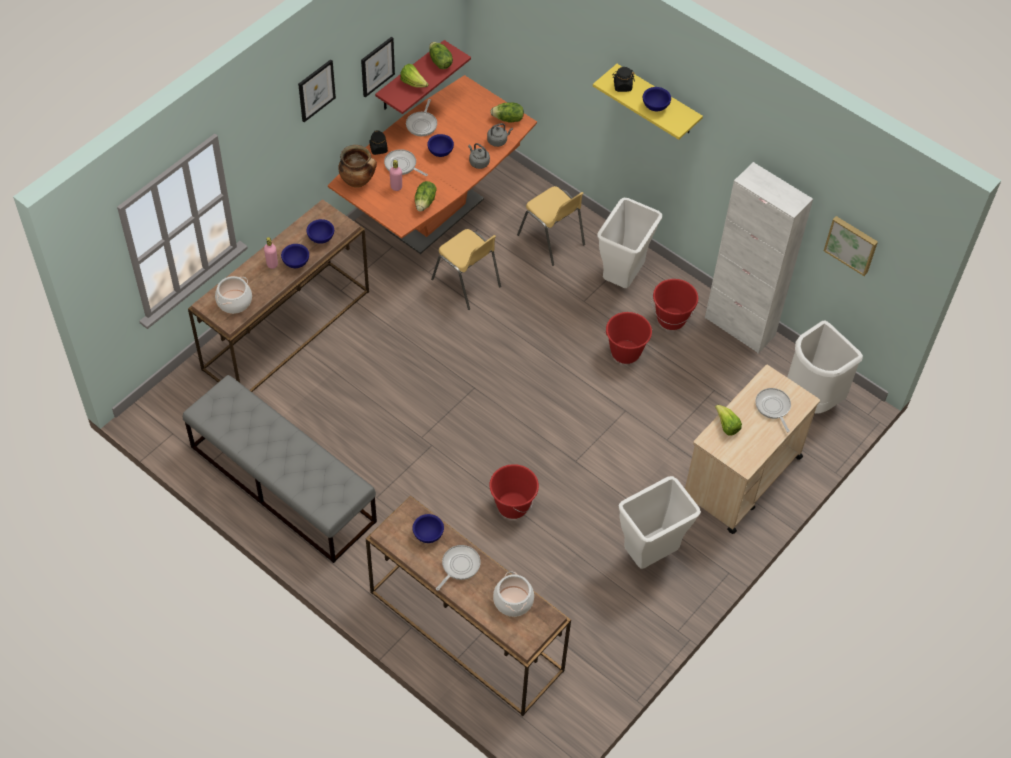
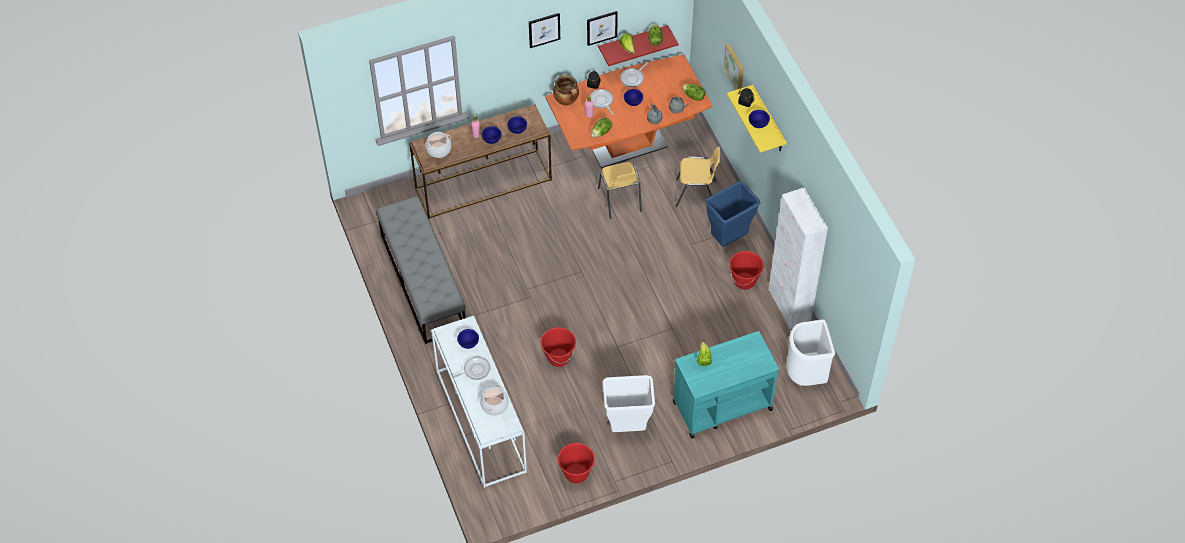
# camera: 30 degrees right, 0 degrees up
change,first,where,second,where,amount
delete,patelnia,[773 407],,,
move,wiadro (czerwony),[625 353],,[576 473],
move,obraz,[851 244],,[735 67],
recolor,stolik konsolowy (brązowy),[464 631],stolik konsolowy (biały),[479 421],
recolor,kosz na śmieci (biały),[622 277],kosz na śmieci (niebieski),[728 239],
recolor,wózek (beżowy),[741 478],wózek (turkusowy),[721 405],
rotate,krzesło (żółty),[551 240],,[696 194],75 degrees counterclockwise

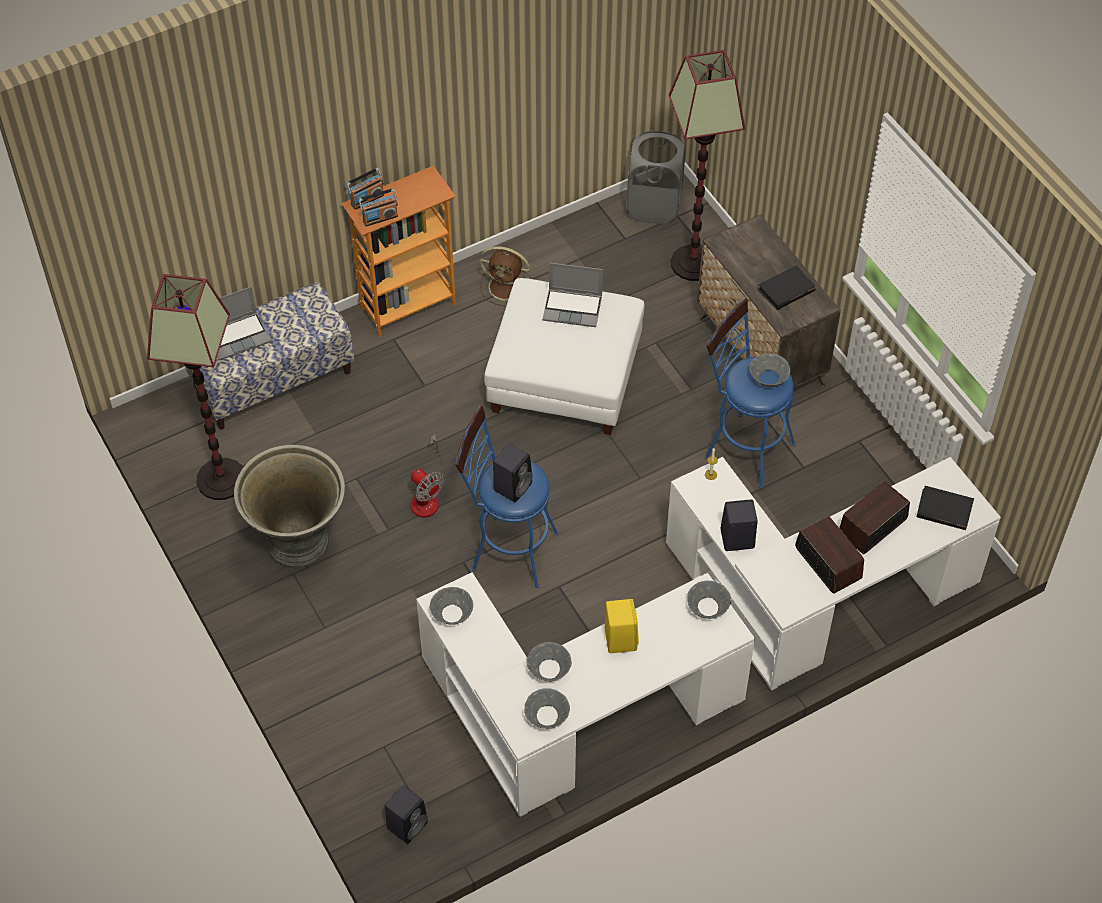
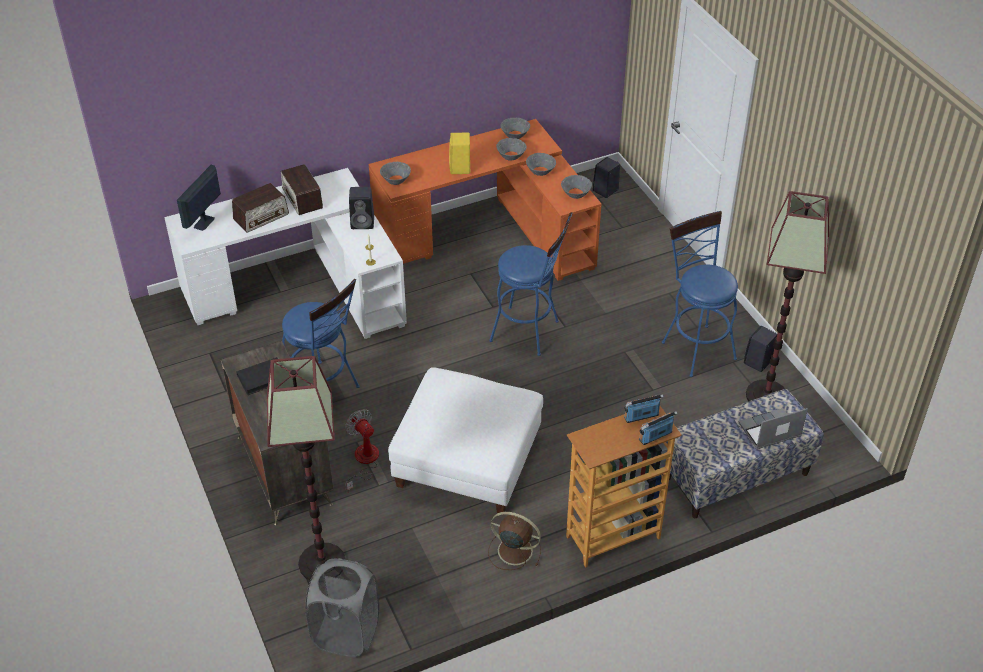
# camera: 175 degrees left, 10 degrees down
change,first,where,second,where,amount
delete,laptop,[573 308],,,
move,wentylator,[426 496],,[363 461],
move,głośnik (czarny),[513 485],,[757 362],
move,miska (szary),[768 378],,[540 171],
replace,donica (szary),[299 543],stołek (niebieski),[695 346],
replace,książka (czarny),[944 510],monitor,[203 223],
recolor,biurko (biały),[575 718],biurko (pomarańczowy),[491 234],

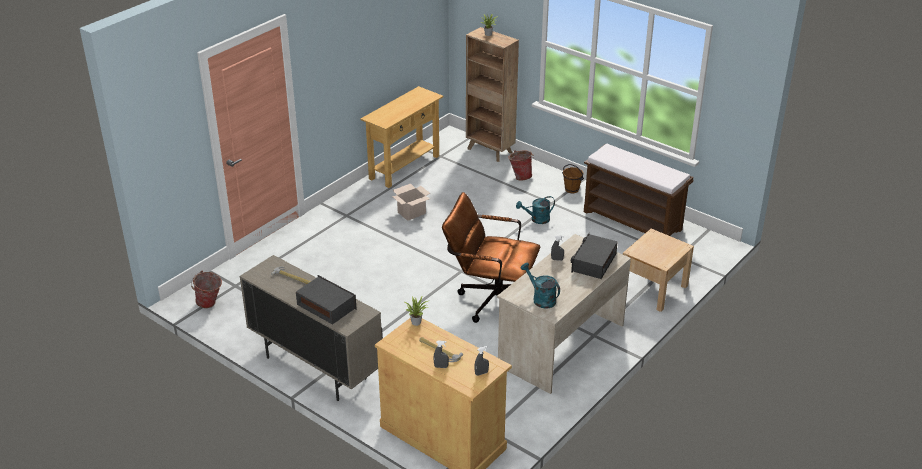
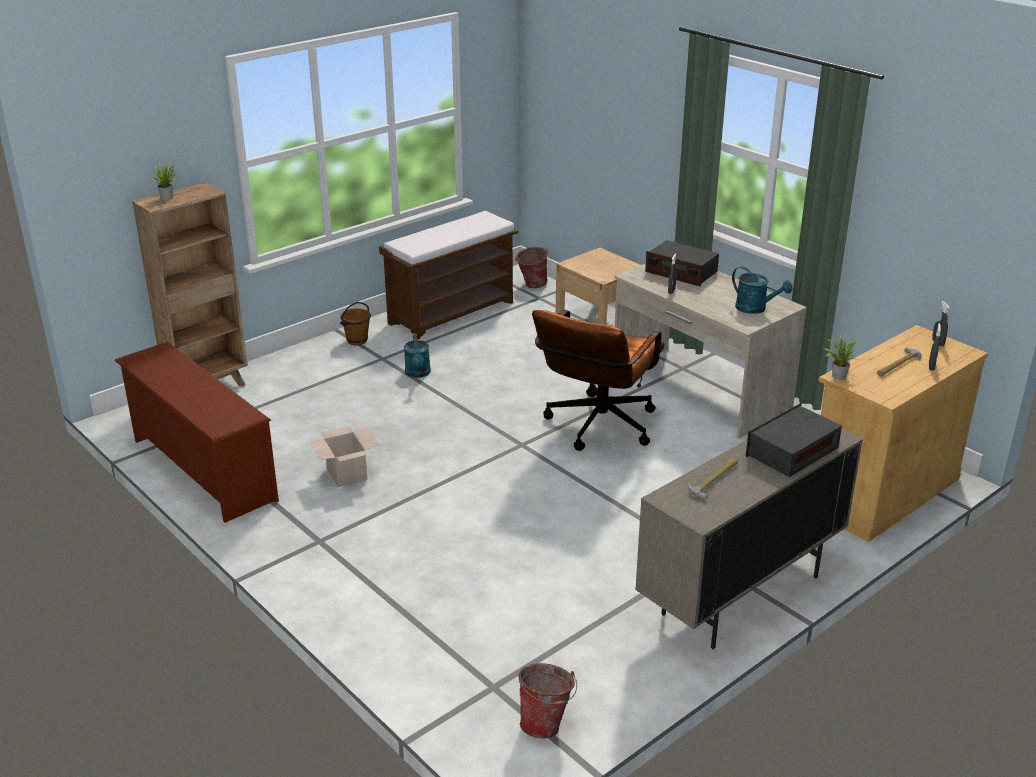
# camera: 80 degrees left, 5 degrees down
change,first,where,second,where,amount
move,wiadro,[520 176],,[531 285],
replace,stolik konsolowy (beżowy),[404 167],regał na buty (brązowy),[201 469],
rotate,konewka (turkusowy),[541 299],,[756 309],105 degrees counterclockwise

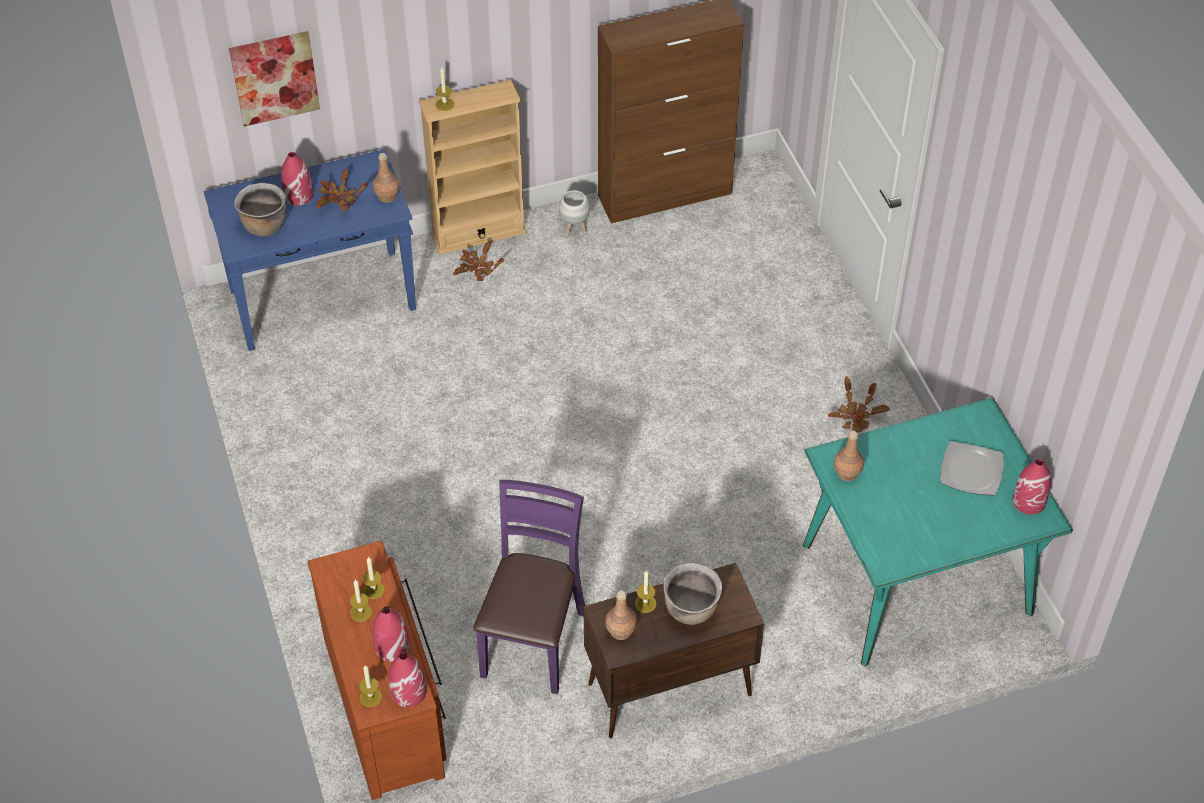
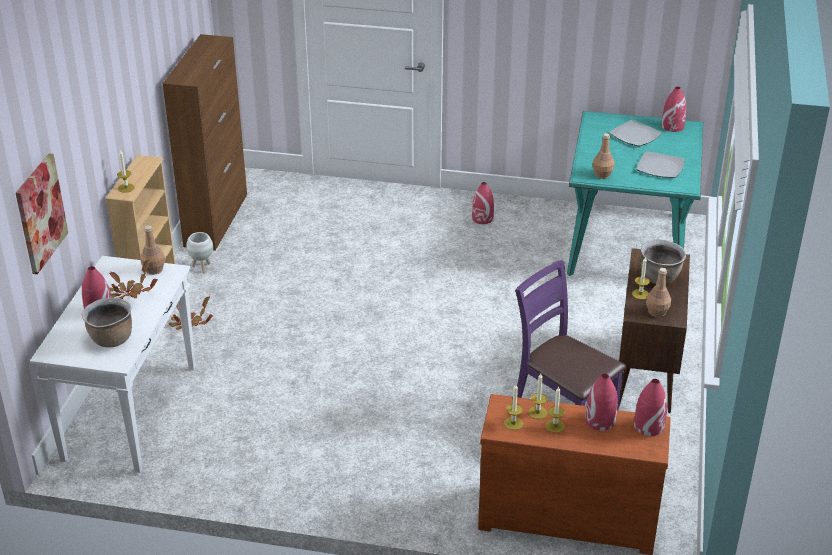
# camera: 60 degrees left, 15 degrees down
change,first,where,second,where,amount
insert,,,talerz,[660 167],
move,świeca,[370 697],,[513 423],
replace,roślina doniczkowa,[855 416],wazon (czerwony),[482 218],
recolor,stolik konsolowy (niebieski),[324 299],stolik konsolowy (biały),[130 411],

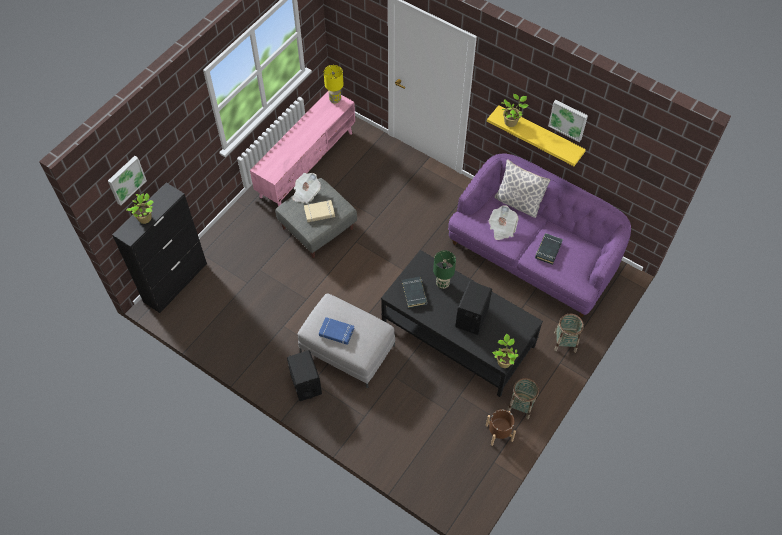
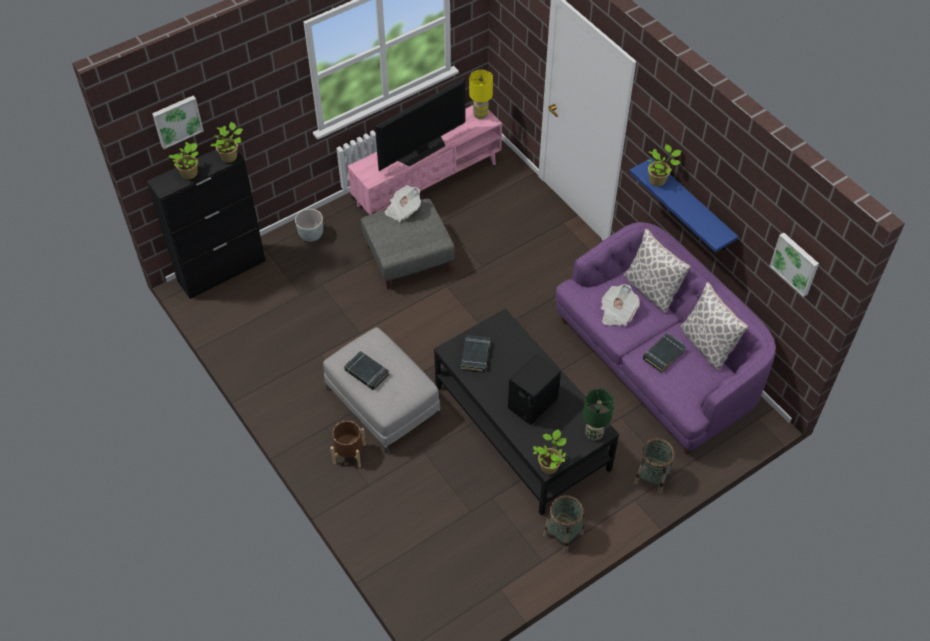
# camera: 20 degrees right, 5 degrees down
change,first,where,second,where,amount
delete,głośnik (czarny),[306 384],,,
delete,książka (beżowy),[319 213],,,
insert,,,roślina doniczkowa,[230 157],
insert,,,donica (szary),[311 235],
insert,,,telewizor,[421 150],
insert,,,poduszka,[707 344],
move,lampa stołowa (zielony),[442 283],,[593 433],
move,donica (brązowy),[499 432],,[349 453],
move,obraz,[568 119],,[795 263],
recolor,książka (niebieski),[336 332],książka (czarny),[366 372],
recolor,półka (żółty),[539 134],półka (niebieski),[691 206],

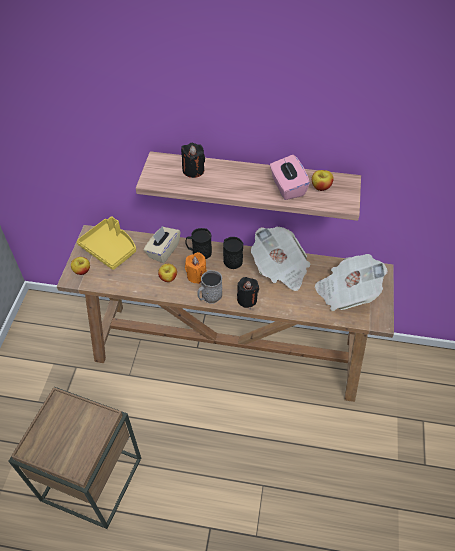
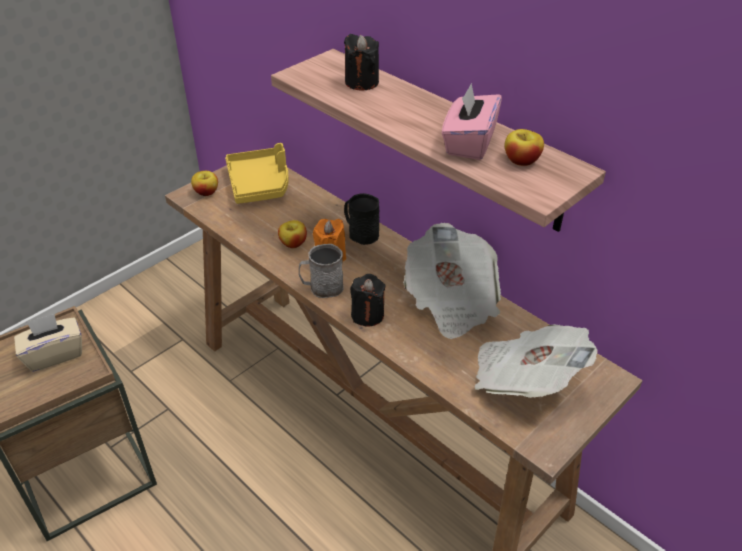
# camera: 35 degrees right, 10 degrees down
change,first,where,second,where,amount
delete,kubek (czarny),[231 259],,,
move,pudełko chusteczek (beżowy),[163 251],,[54 354],

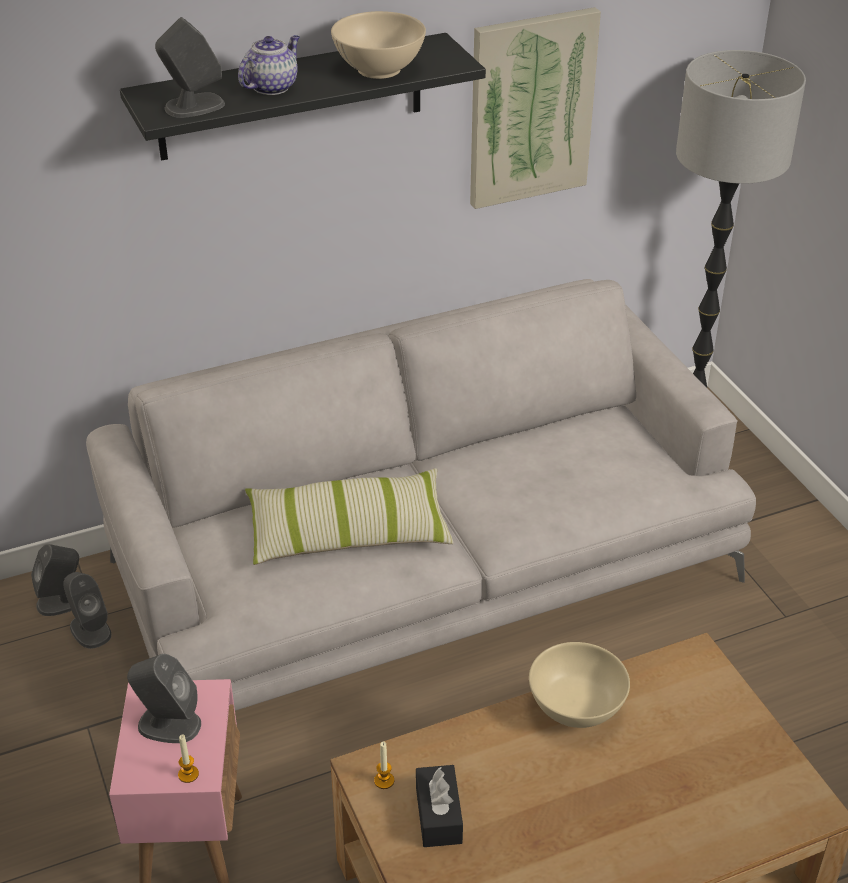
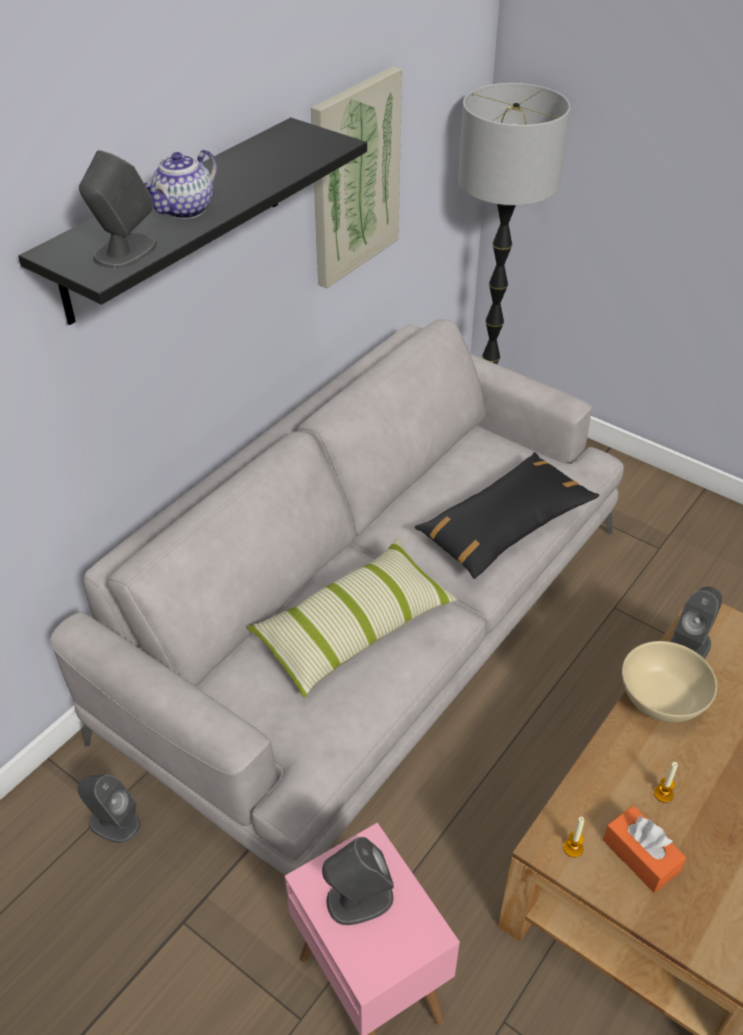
# camera: 30 degrees left, 5 degrees up
change,first,where,second,where,amount
delete,miska (beżowy),[379 69],,,
insert,,,poduszka (czarny),[505 526],
move,głośnik (szary),[62 601],,[689 646],
move,świeca,[188 774],,[663 794],
recolor,pudełko chusteczek (czarny),[438 815],pudełko chusteczek (pomarańczowy),[640 856],
rotate,imbryk,[272 86],,[184 210],150 degrees counterclockwise

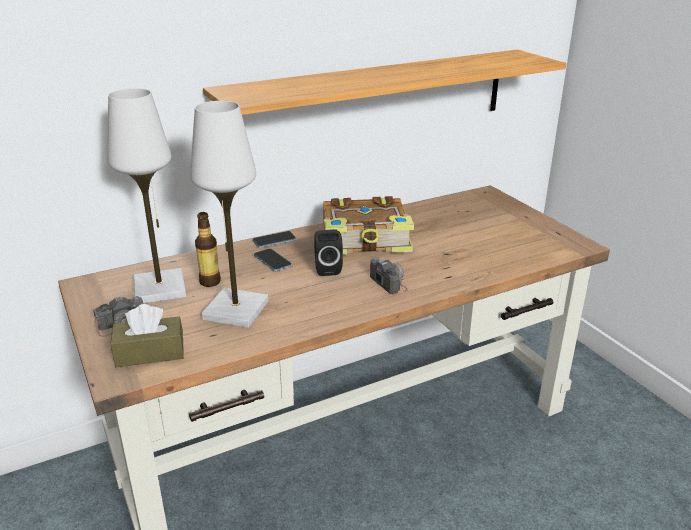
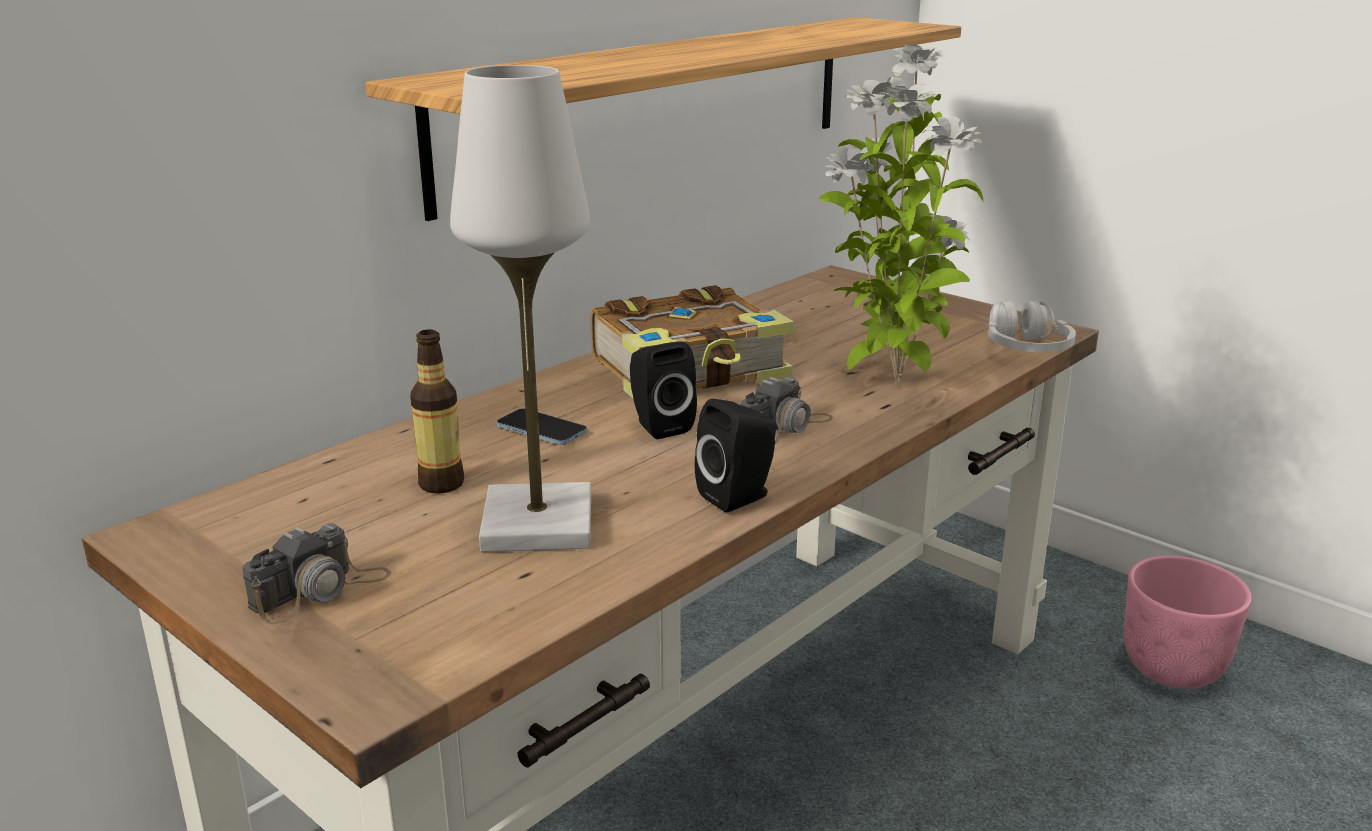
# camera: 20 degrees left, 5 degrees down
change,first,where,second,where,amount
delete,lampa stołowa (biały),[160 288],,,
delete,pudełko chusteczek (brązowy),[150 353],,,
delete,telefon,[274 241],,,
insert,,,głośnik (czarny),[739 496],
insert,,,roślina doniczkowa,[892 386],
insert,,,słuchawki (biały),[1026 349],
insert,,,donica (różowy),[1173 669],
rotate,aparat fotograficzny,[388 280],,[786 427],90 degrees clockwise

